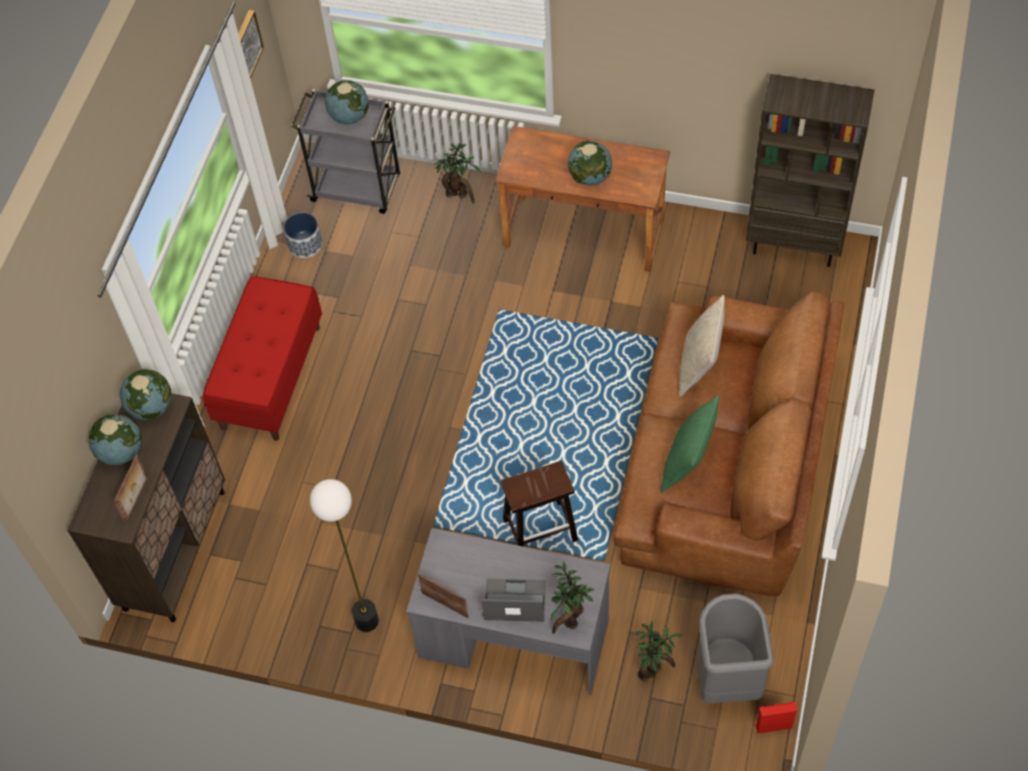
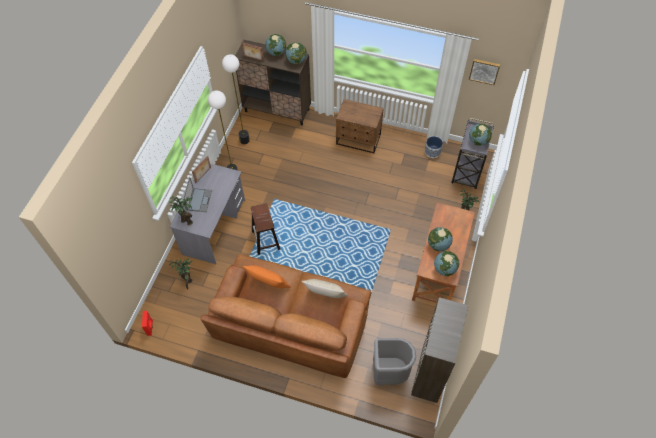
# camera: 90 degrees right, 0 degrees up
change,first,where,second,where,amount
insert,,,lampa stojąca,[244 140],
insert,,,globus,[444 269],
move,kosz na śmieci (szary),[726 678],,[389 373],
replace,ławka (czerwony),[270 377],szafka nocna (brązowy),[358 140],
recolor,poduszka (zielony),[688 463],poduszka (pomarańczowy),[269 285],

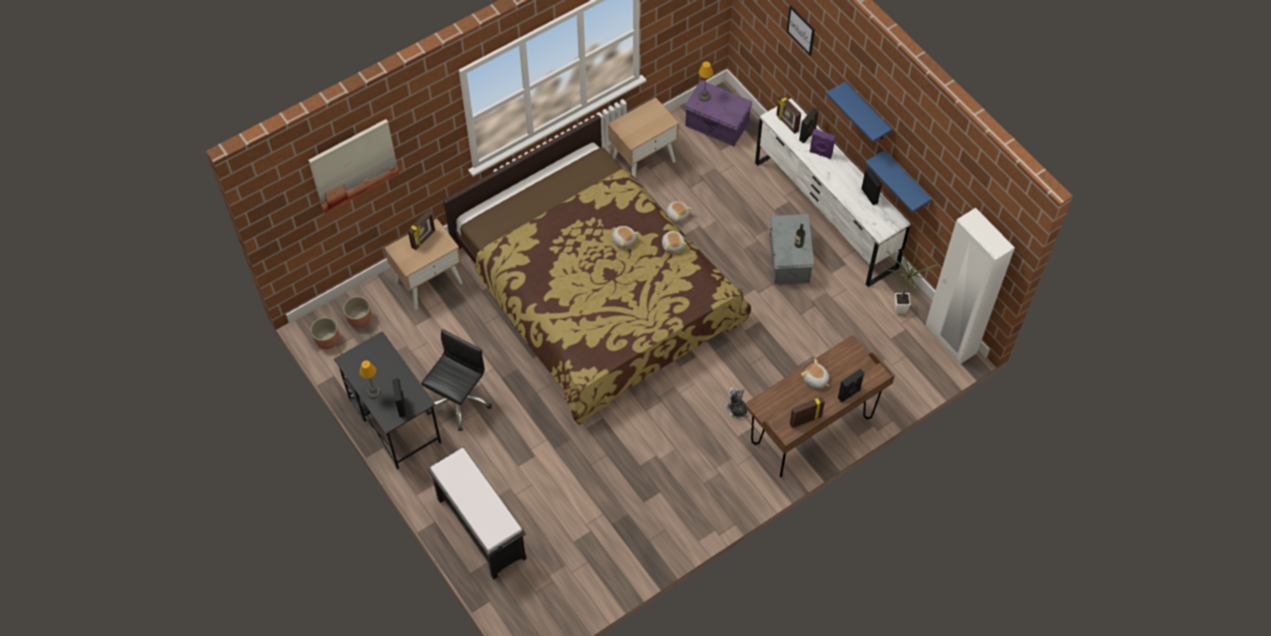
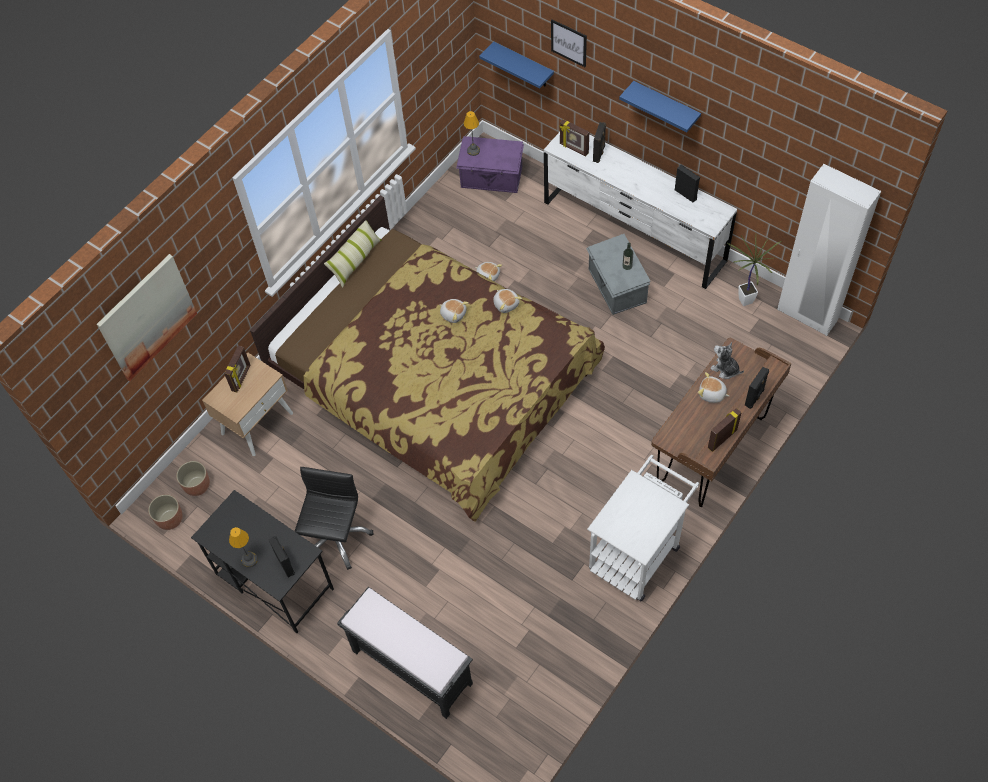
# camera: 15 degrees left, 0 degrees up
change,first,where,second,where,amount
delete,szafka nocna (beżowy),[643 160],,,
delete,głośnik (fioletowy),[820 154],,,
insert,,,poduszka,[355 260],
insert,,,wózek (biały),[638 551],
move,pluszak,[736 409],,[725 369],
move,półka (niebieski),[905 182],,[523 65],

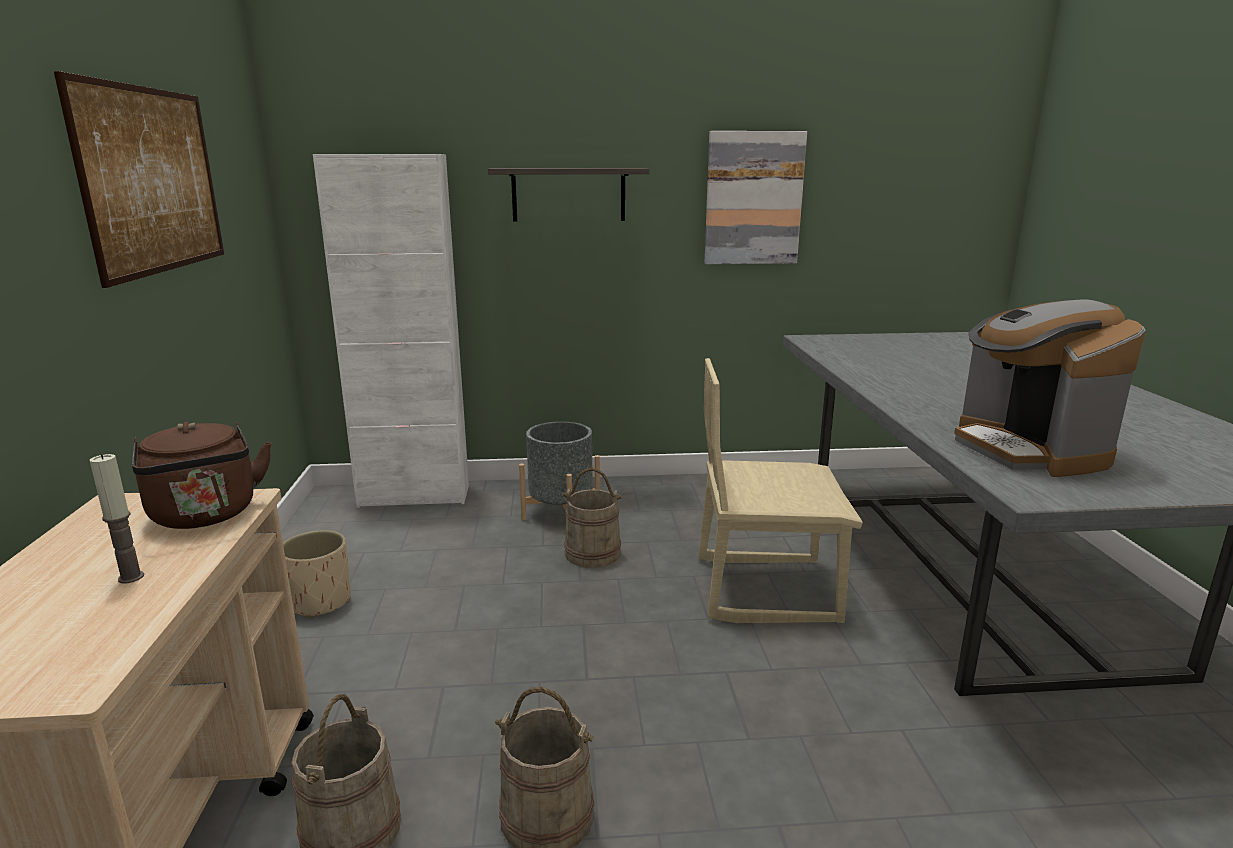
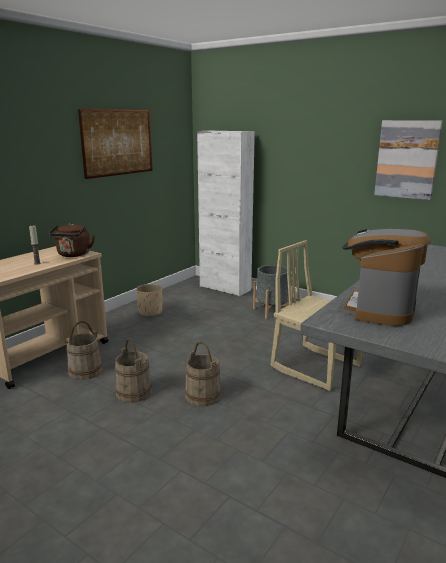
# camera: 40 degrees right, 0 degrees up
change,first,where,second,where,amount
delete,półka,[568 194],,,
move,wiadro (beżowy),[593 553],,[203 395],

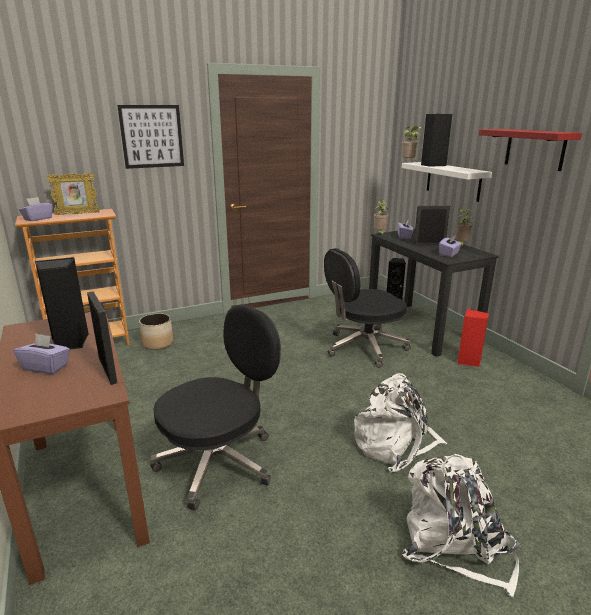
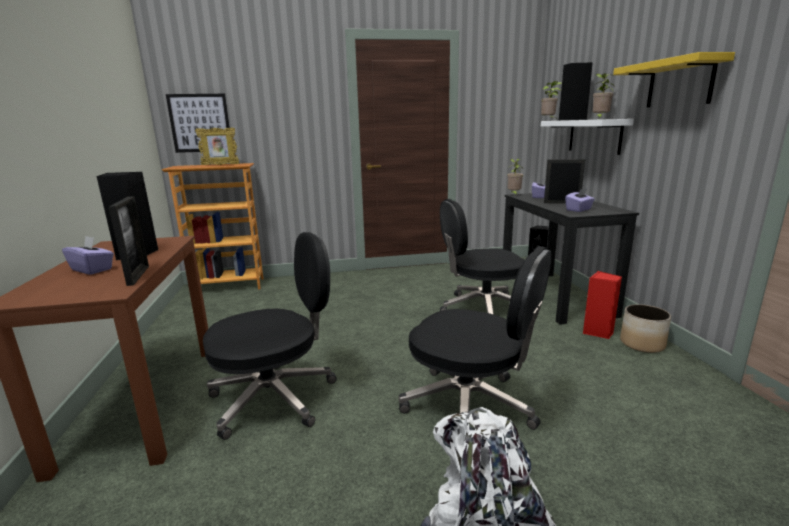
# camera: 15 degrees right, 5 degrees down
change,first,where,second,where,amount
delete,pudełko chusteczek (fioletowy),[38 219],,,
move,obraz,[152 136],,[200 123],
move,donica,[158 343],,[642 344],
move,roślina doniczkowa,[461 245],,[599 119],
replace,plecak (biały),[395 444],krzesło biurowe (czarny),[471 406],
recolor,półka (czerwony),[534 149],półka (żółty),[680 83],

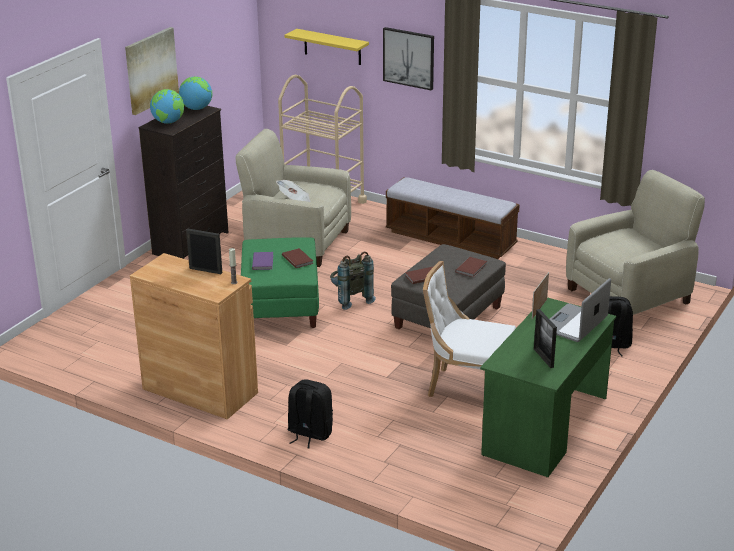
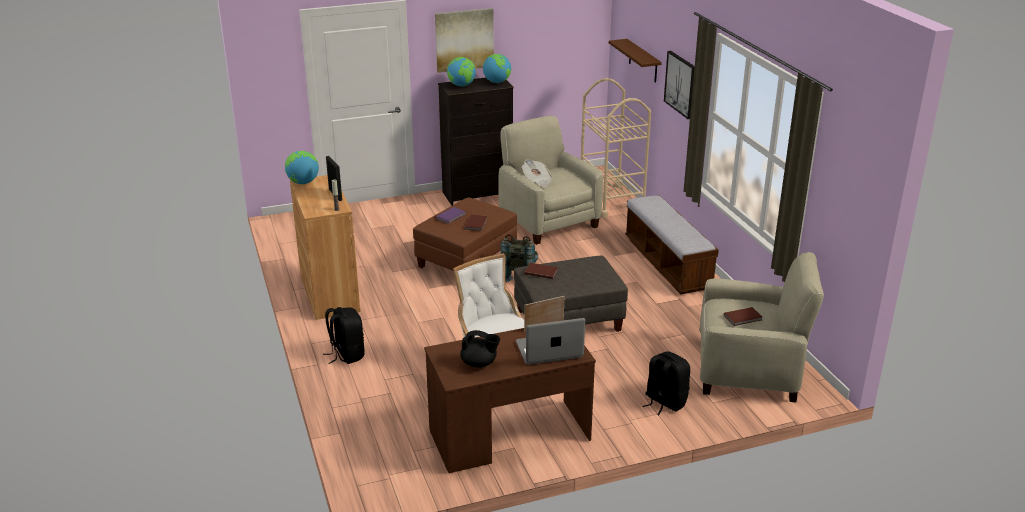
# camera: 40 degrees right, 0 degrees up
change,first,where,second,where,amount
insert,,,globus,[303 182],
move,książka (brązowy),[472 268],,[743 318],
replace,ramka na zdjęcie,[543 358],imbryk (czarny),[479 363],
recolor,pufa (zielony),[281 306],pufa (brązowy),[466 260],
recolor,półka (żółty),[332 47],półka (brązowy),[643 61],
recolor,biurko (zielony),[545 426],biurko (brązowy),[509 435],

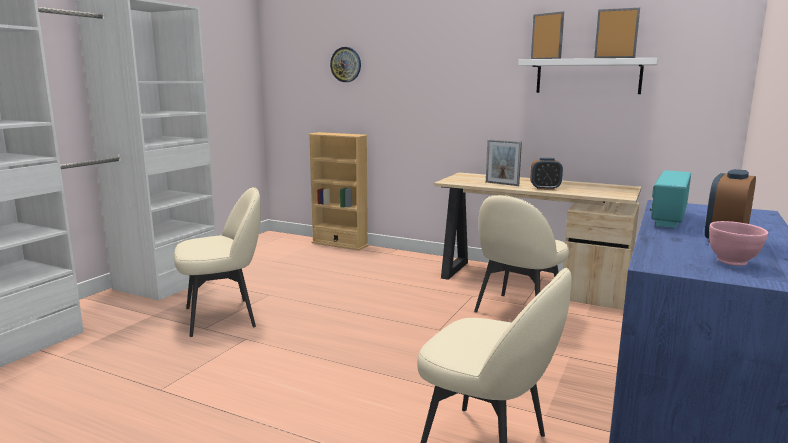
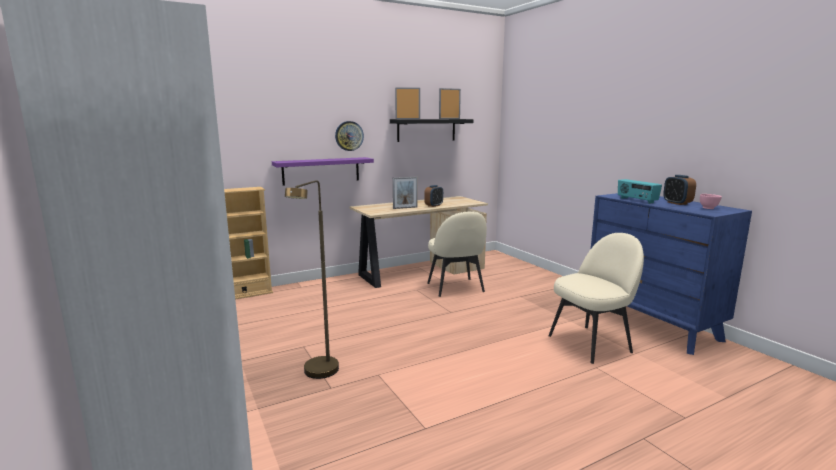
# camera: 55 degrees left, 0 degrees up
change,first,where,second,where,amount
insert,,,półka (fioletowy),[321 171],
move,zegar ścienny,[346 64],,[349 136],
replace,krzesło (beżowy),[223 316],lampa stojąca (brązowy),[318 375],
recolor,półka (biały),[588 76],półka (czarny),[426 130],

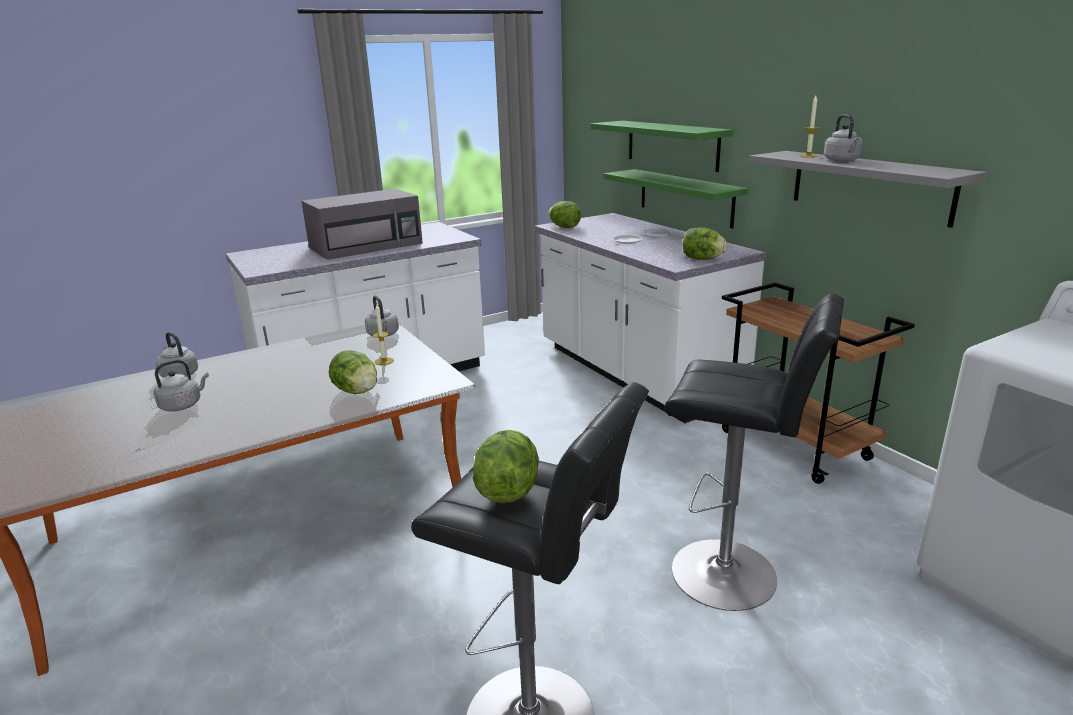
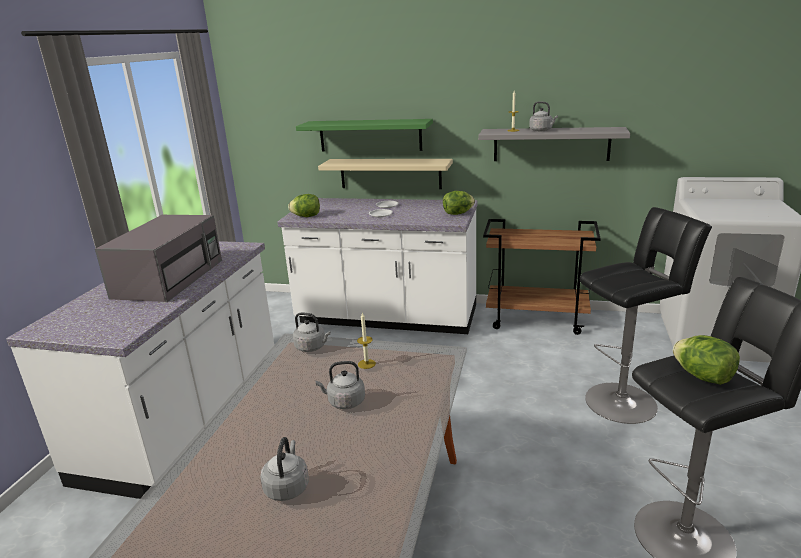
# camera: 45 degrees left, 0 degrees up
change,first,where,second,where,amount
delete,sałata,[357 391],,,
move,czajnik (szary),[179 374],,[344 402],
recolor,półka (zielony),[685 197],półka (beżowy),[390 173],

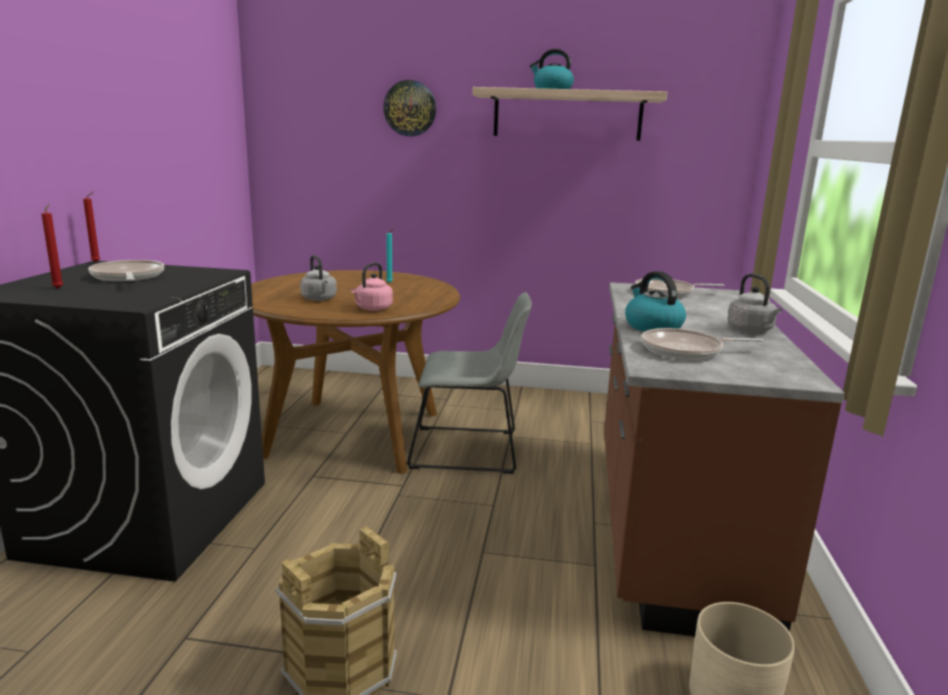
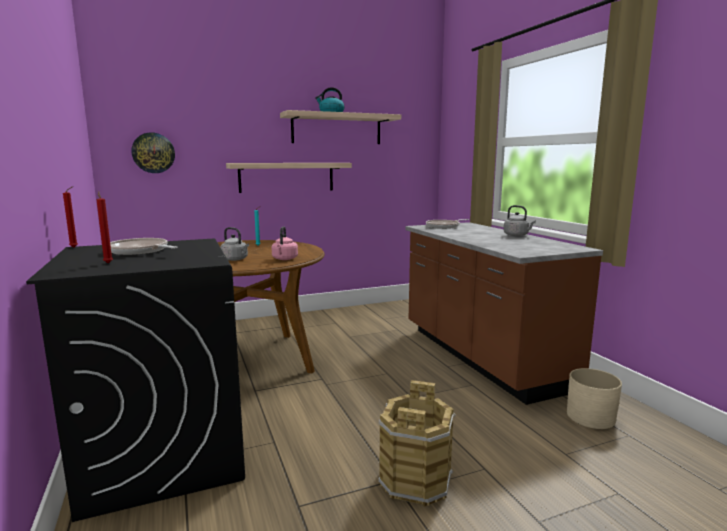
# camera: 30 degrees left, 5 degrees down
change,first,where,second,where,amount
delete,krzesło (szary),[470 450],,,
delete,czajnik,[652 326],,,
delete,patelnia,[686 351],,,
insert,,,półka,[286 177],
move,zegar ścienny,[410 108],,[153 153],

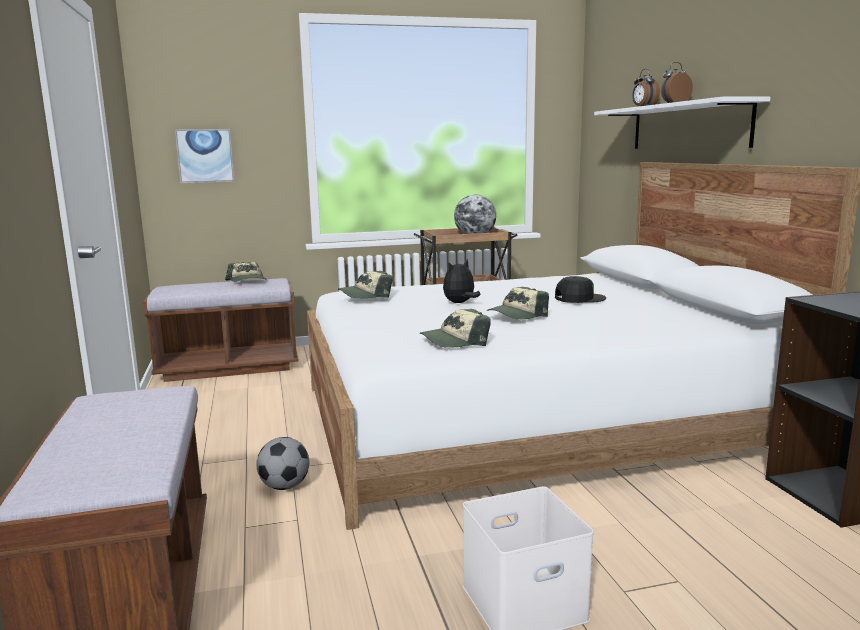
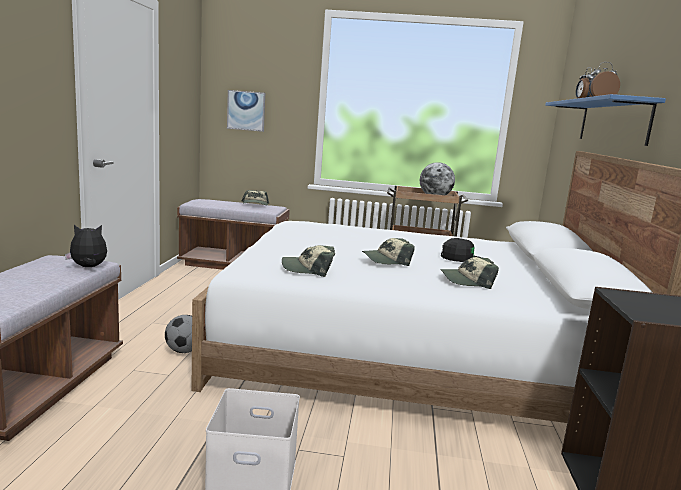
# camera: 20 degrees right, 0 degrees up
change,first,where,second,where,amount
move,czapka z daszkiem,[365 295],,[467 281],
move,pluszak,[460 303],,[88 267],
recolor,półka (biały),[688 126],półka (niebieski),[612 122],

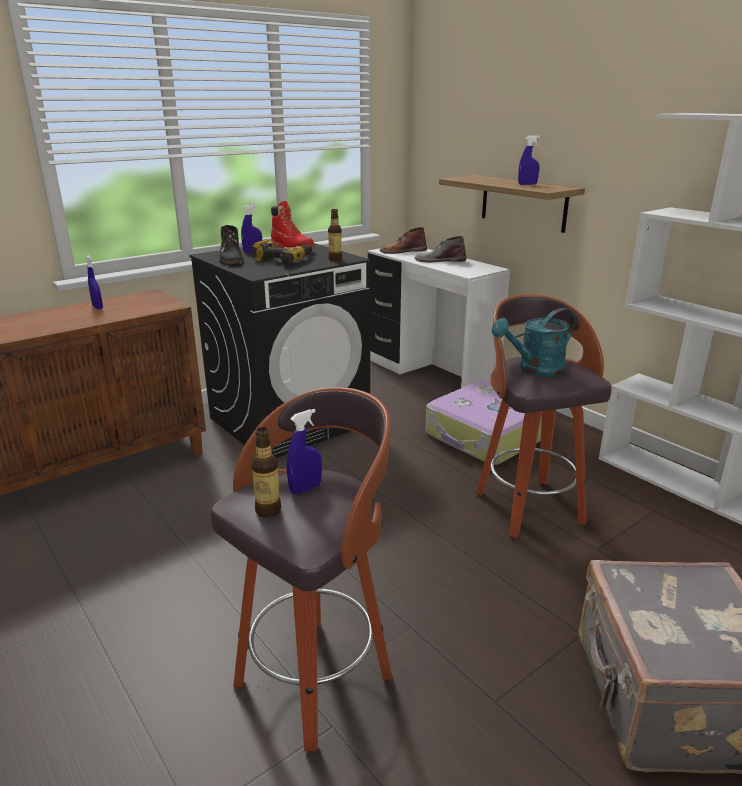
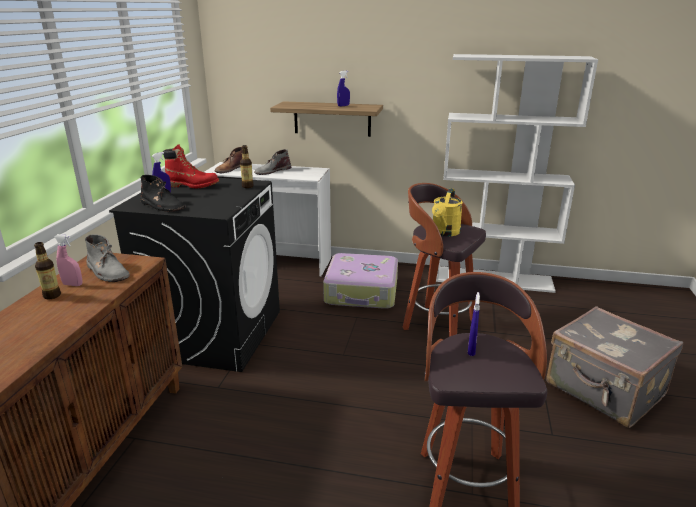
# camera: 40 degrees left, 0 degrees up
change,first,where,second,where,amount
delete,wiertarka,[283 260],,,
insert,,,but z cholewką (szary),[107 271],
move,butelka,[268 510],,[52 295],
recolor,spryskiwacz (niebieski),[97 307],spryskiwacz (różowy),[73 284],
recolor,konewka (turkusowy),[535 370],konewka (żółty),[444 233],

